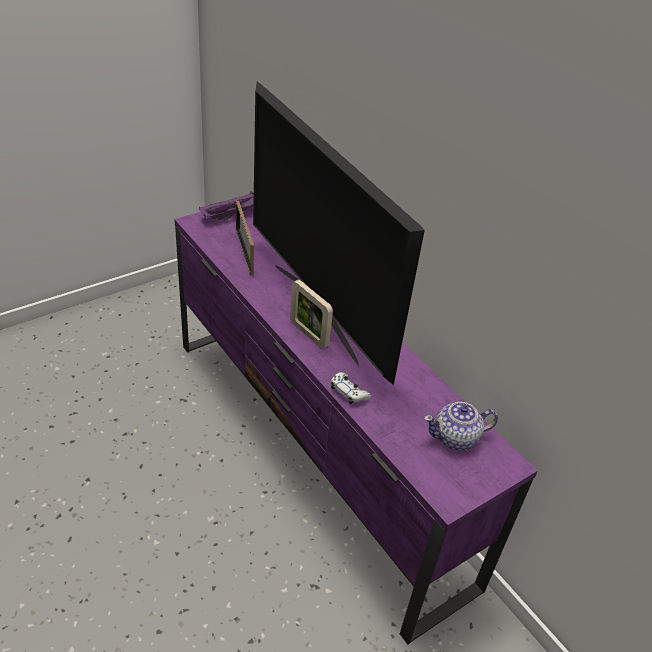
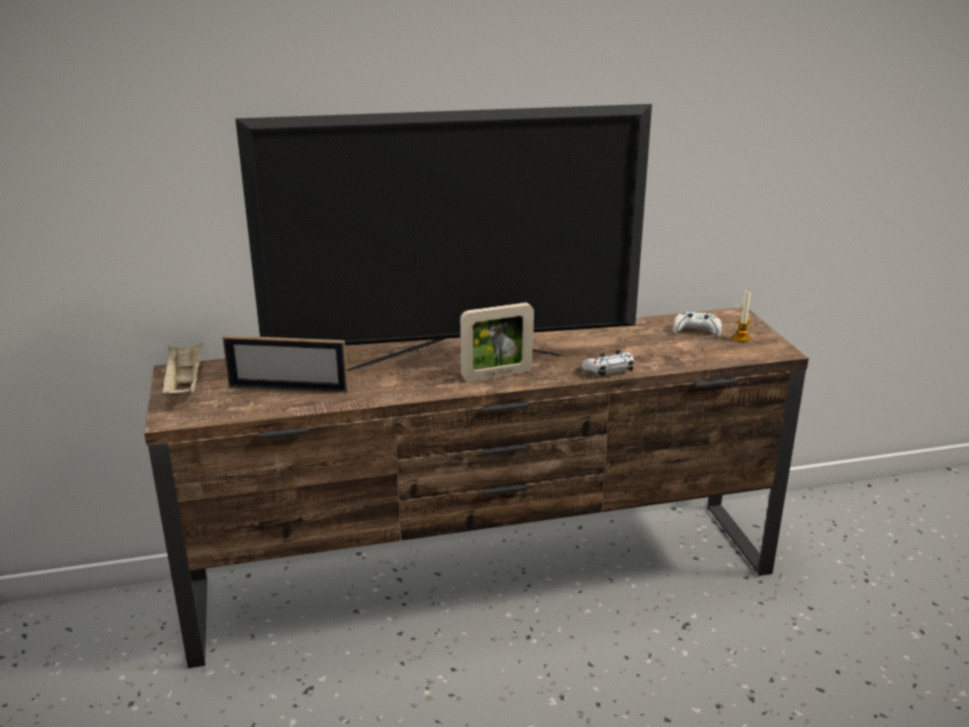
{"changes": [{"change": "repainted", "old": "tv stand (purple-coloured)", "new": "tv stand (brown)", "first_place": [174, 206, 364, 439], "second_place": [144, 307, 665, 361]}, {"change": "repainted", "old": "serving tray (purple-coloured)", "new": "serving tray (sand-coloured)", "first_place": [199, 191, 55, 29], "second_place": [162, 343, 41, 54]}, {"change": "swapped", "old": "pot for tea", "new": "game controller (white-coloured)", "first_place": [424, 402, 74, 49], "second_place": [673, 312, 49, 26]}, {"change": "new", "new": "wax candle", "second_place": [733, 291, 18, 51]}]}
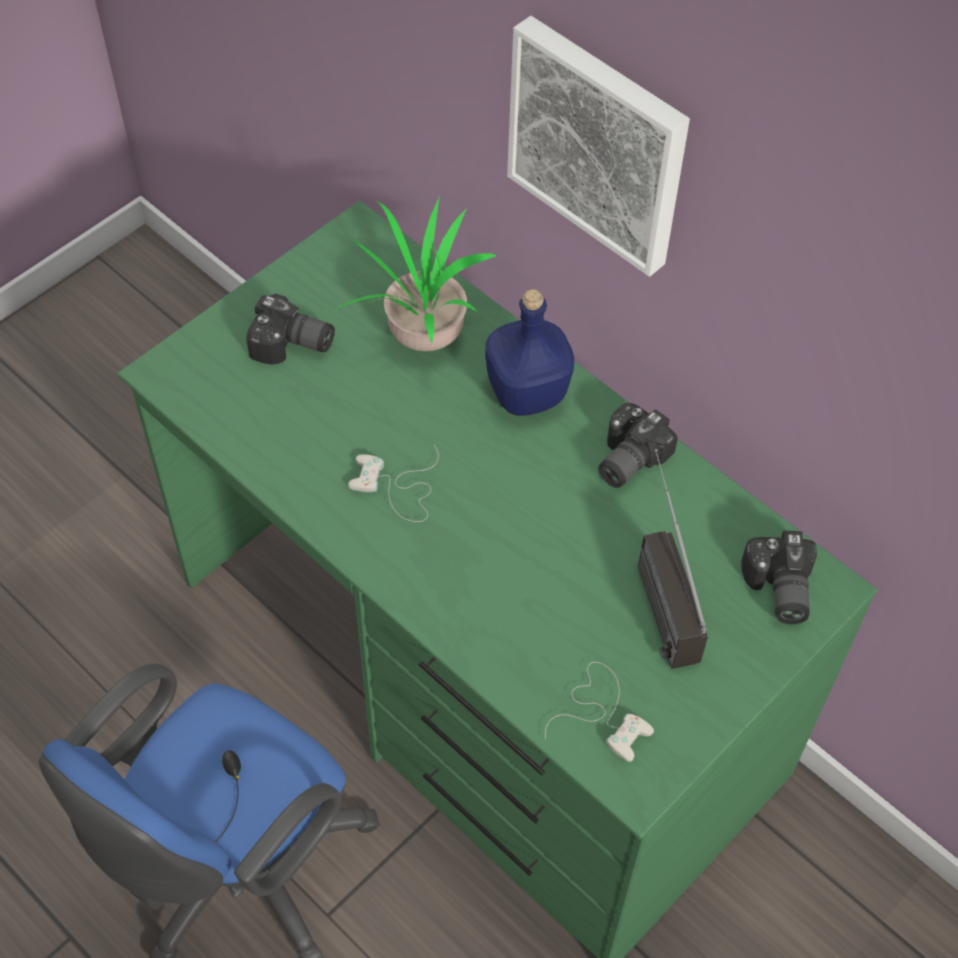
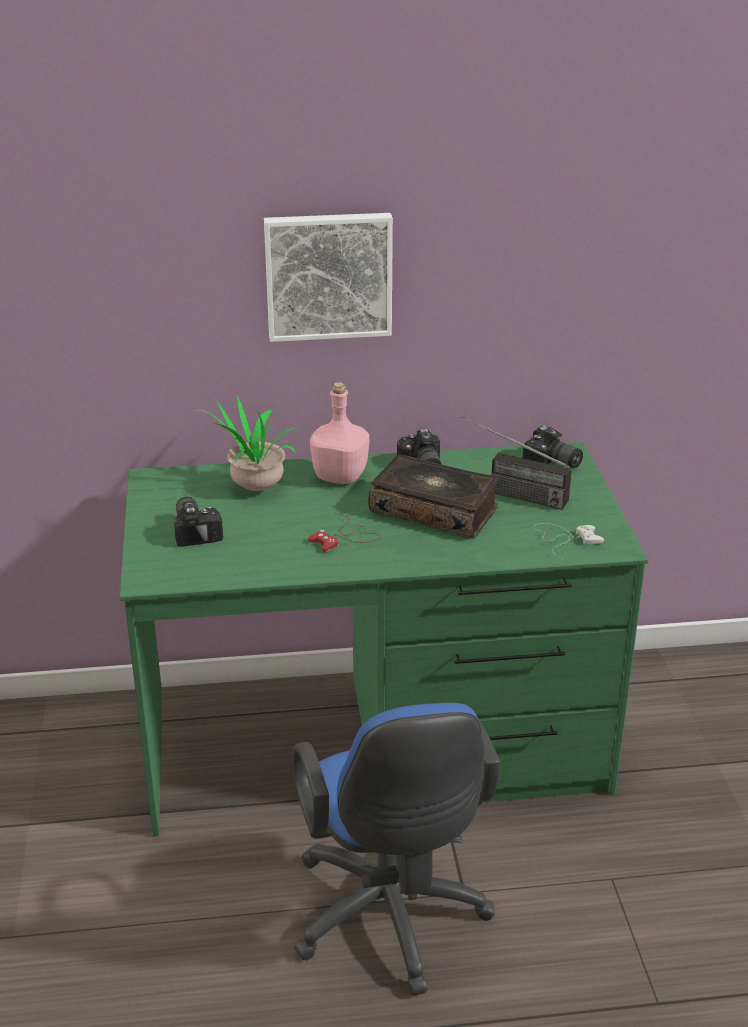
{"changes": [{"change": "rotated", "old": "still camera", "first_place": [246, 294, 89, 71], "second_place": [174, 497, 49, 50], "degrees": -75}, {"change": "repainted", "old": "game controller (white-coloured)", "new": "game controller (red-coloured)", "first_place": [348, 445, 91, 77], "second_place": [308, 513, 73, 39]}, {"change": "repainted", "old": "drink bottle (blue-coloured)", "new": "drink bottle (pinkish)", "first_place": [485, 289, 89, 127], "second_place": [310, 382, 59, 102]}, {"change": "new", "new": "book", "second_place": [368, 454, 131, 85]}]}
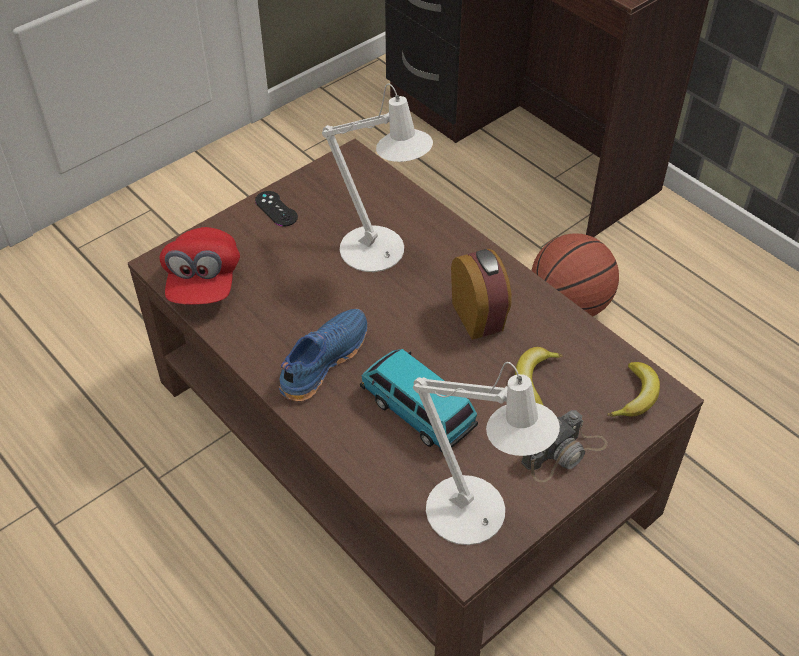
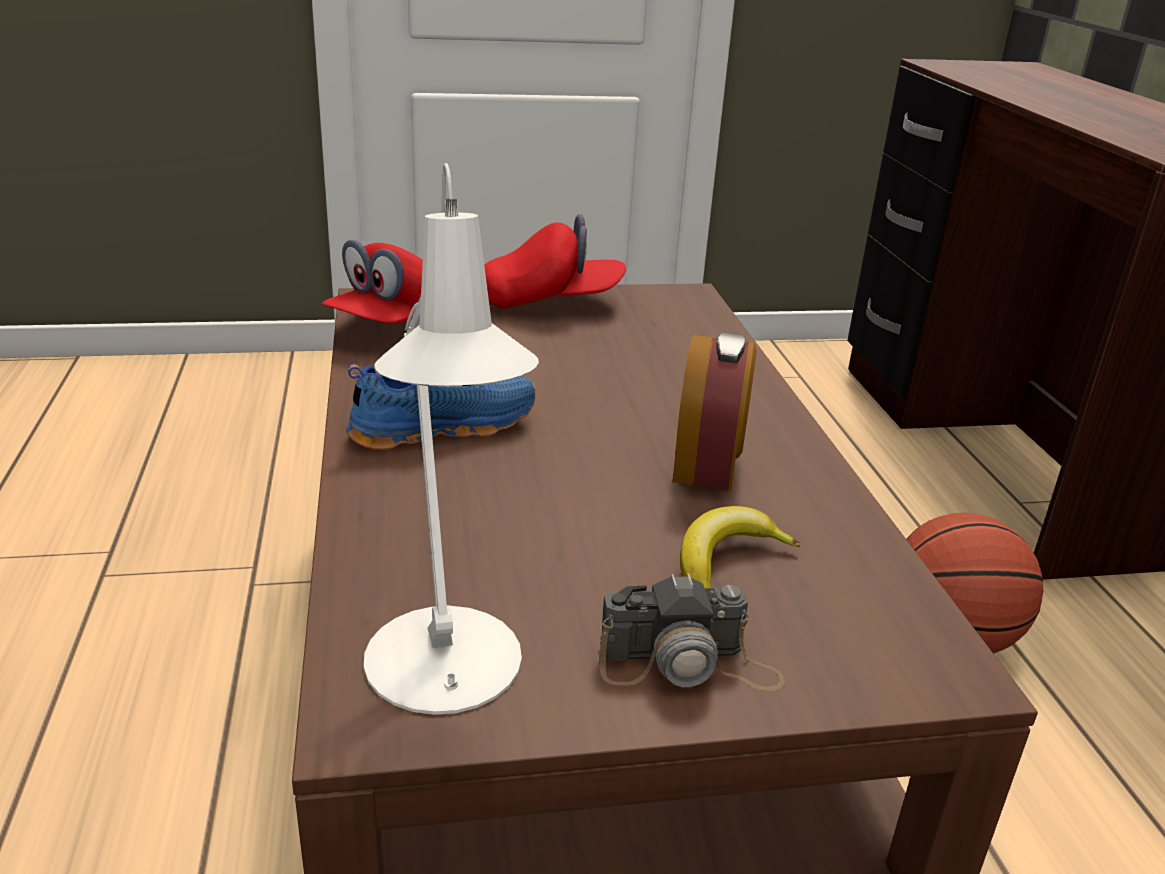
{"changes": [{"change": "swapped", "old": "game controller (black)", "new": "peaked cap (red-coloured)", "first_place": [255, 191, 43, 36], "second_place": [484, 214, 142, 95]}, {"change": "gone", "old": "lamp for a table (white-coloured)", "first_place": [322, 84, 111, 188]}, {"change": "gone", "old": "model car", "first_place": [360, 349, 118, 104]}, {"change": "gone", "old": "whole banana", "first_place": [607, 362, 53, 55]}]}
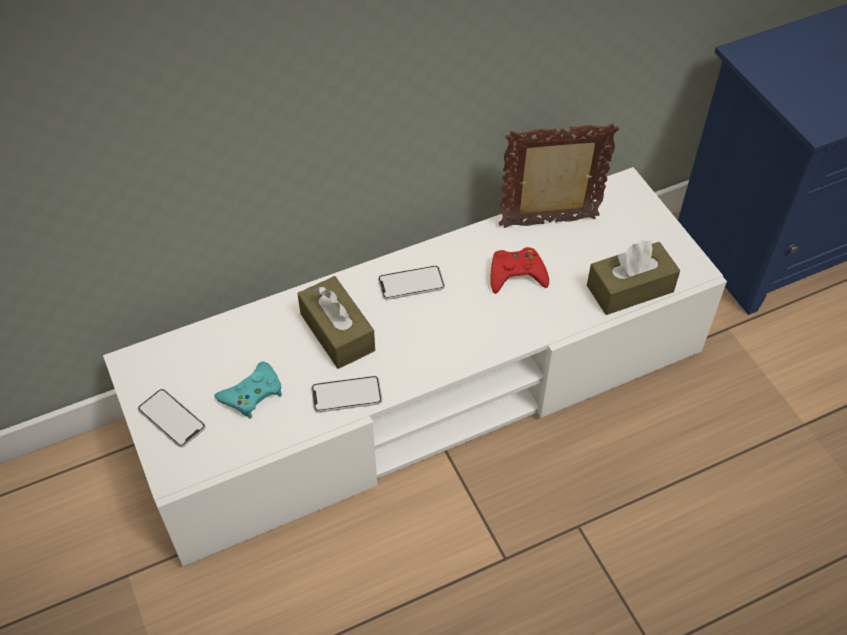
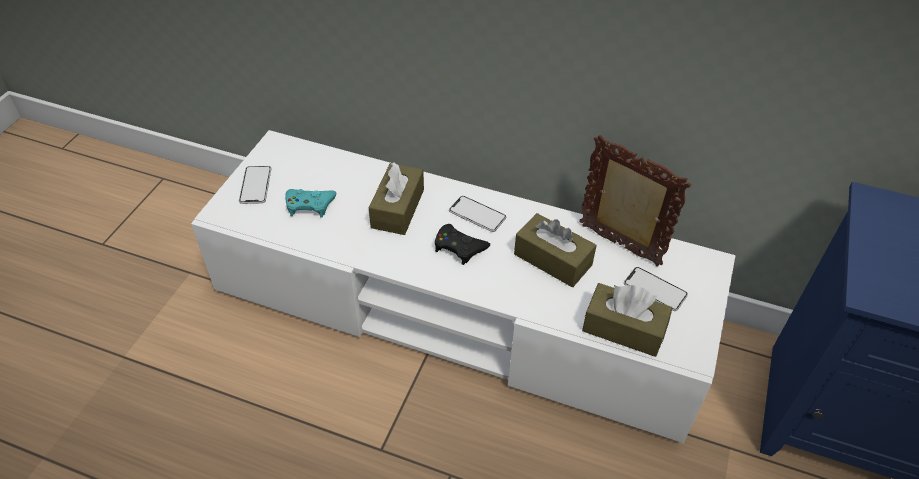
{"changes": [{"change": "new", "new": "game controller (black)", "second_place": [435, 224, 55, 41]}, {"change": "swapped", "old": "game controller (red-coloured)", "new": "tissue box (brown)", "first_place": [490, 247, 59, 47], "second_place": [514, 213, 83, 74]}, {"change": "shifted", "old": "handset", "first_place": [311, 376, 71, 36], "second_place": [624, 267, 64, 44]}]}
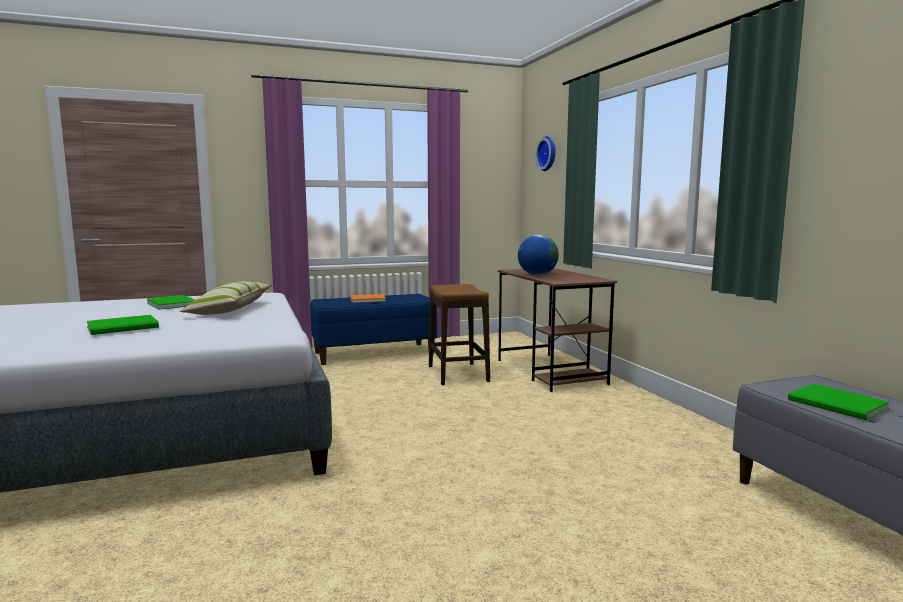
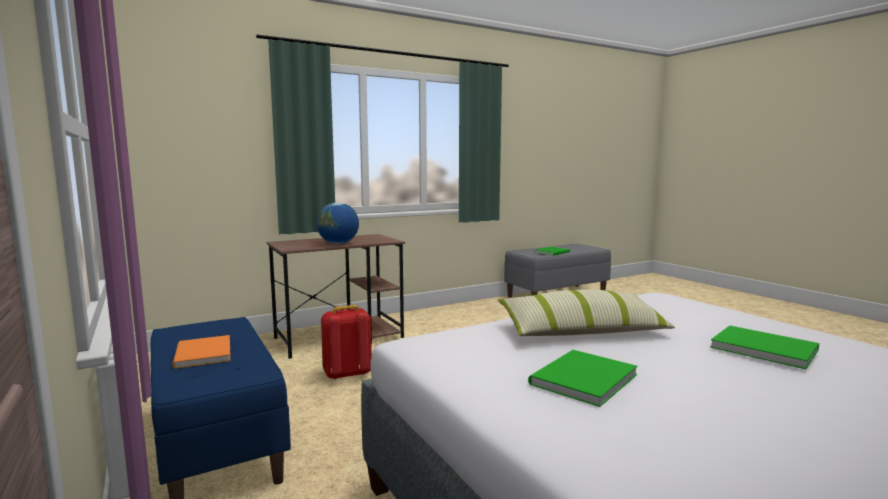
{"changes": [{"change": "swapped", "old": "sitting stool", "new": "rucksack (red-coloured)", "first_place": [429, 284, 61, 102], "second_place": [321, 305, 51, 75]}, {"change": "gone", "old": "wall clock", "first_place": [535, 136, 21, 35]}]}
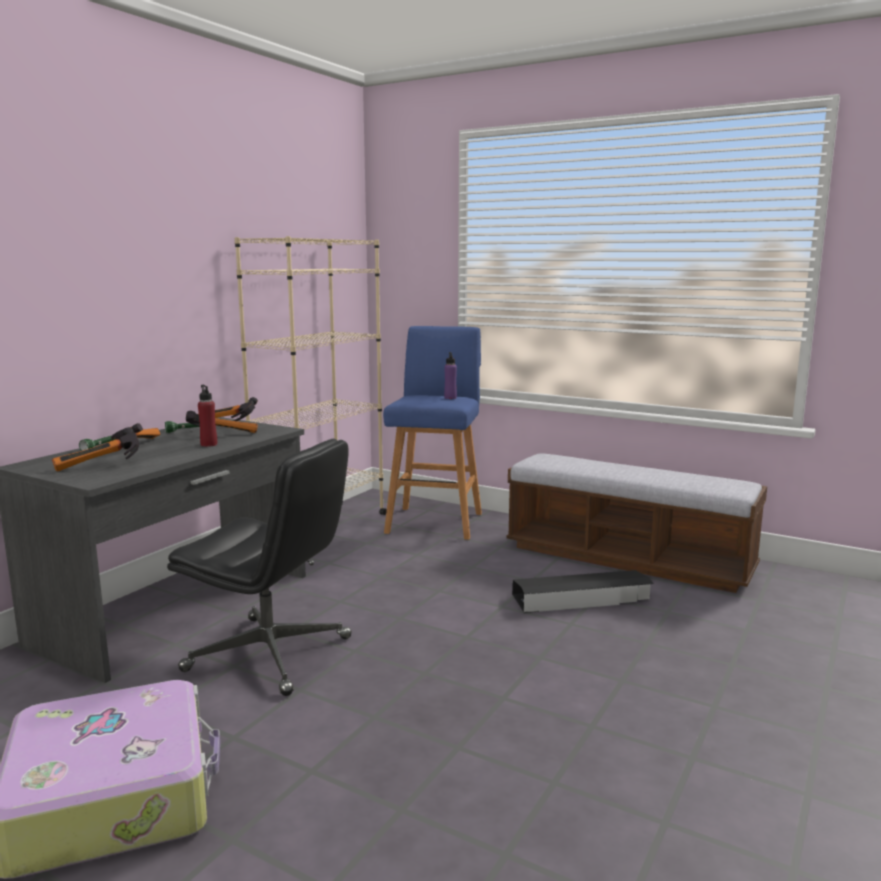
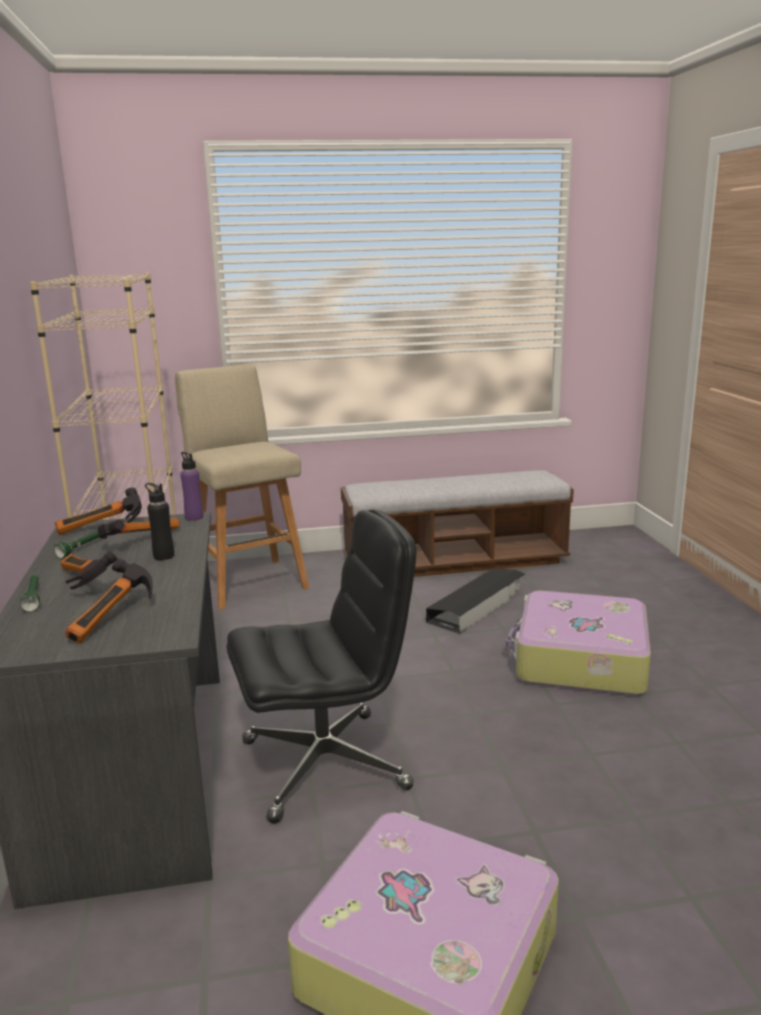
{"changes": [{"change": "repainted", "old": "drink bottle (red-coloured)", "new": "drink bottle (black)", "first_place": [198, 385, 19, 62], "second_place": [145, 483, 29, 77]}, {"change": "repainted", "old": "sitting stool (blue-coloured)", "new": "sitting stool (sand-coloured)", "first_place": [383, 326, 99, 214], "second_place": [175, 365, 134, 245]}, {"change": "shifted", "old": "drink bottle (purple-coloured)", "first_place": [444, 352, 13, 47], "second_place": [180, 452, 23, 69]}, {"change": "new", "new": "suitcase", "second_place": [506, 591, 145, 104]}]}
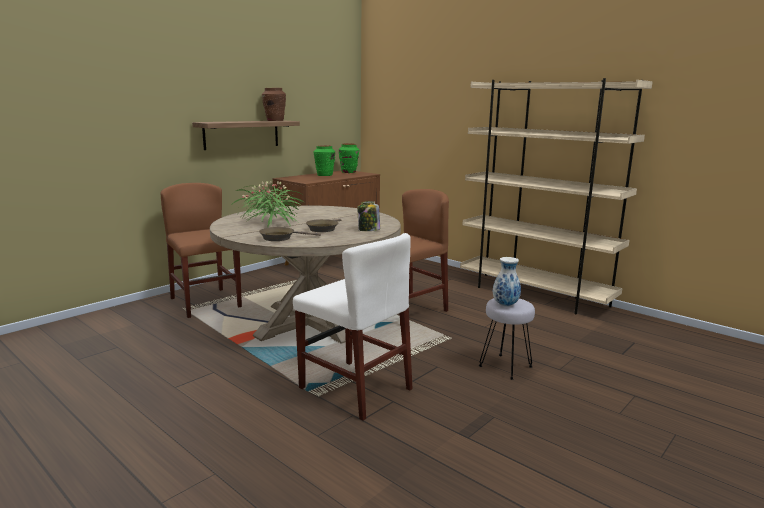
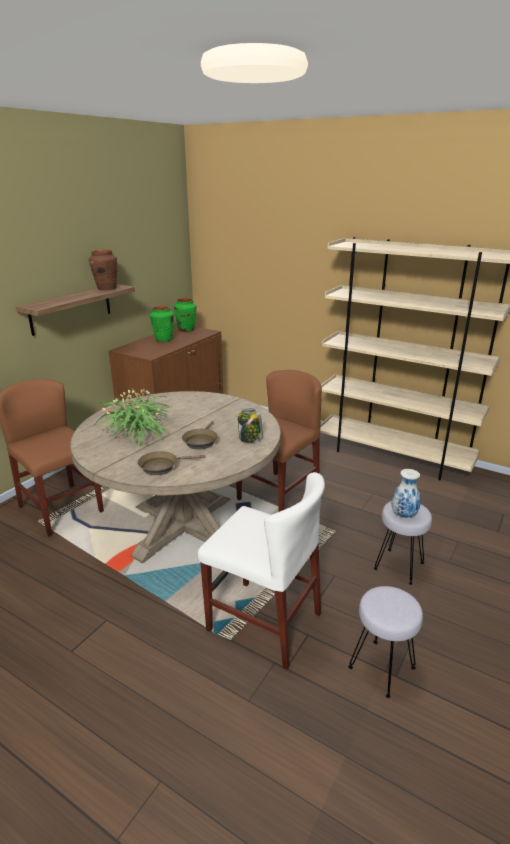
{"changes": [{"change": "new", "new": "sitting stool (grey)", "second_place": [348, 586, 75, 112]}]}
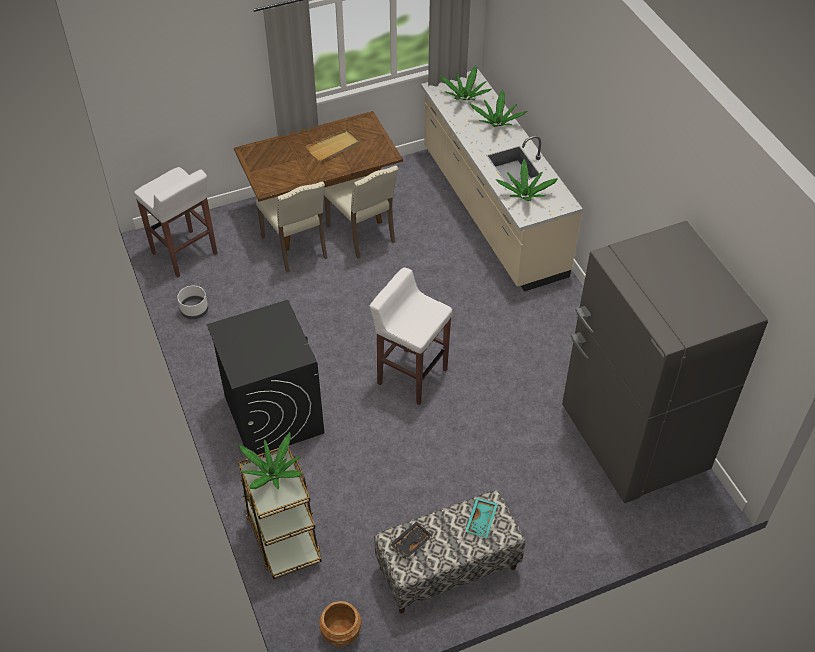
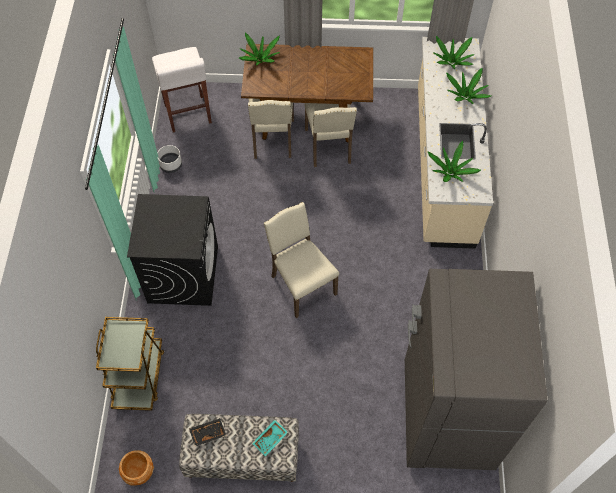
{"changes": [{"change": "shifted", "old": "potted plant", "first_place": [239, 432, 64, 57], "second_place": [239, 32, 41, 34]}, {"change": "swapped", "old": "sitting stool (white-coloured)", "new": "plain chair (sand-coloured)", "first_place": [370, 267, 82, 138], "second_place": [264, 202, 75, 116]}, {"change": "gone", "old": "serving tray (sand-coloured)", "first_place": [306, 128, 54, 33]}]}
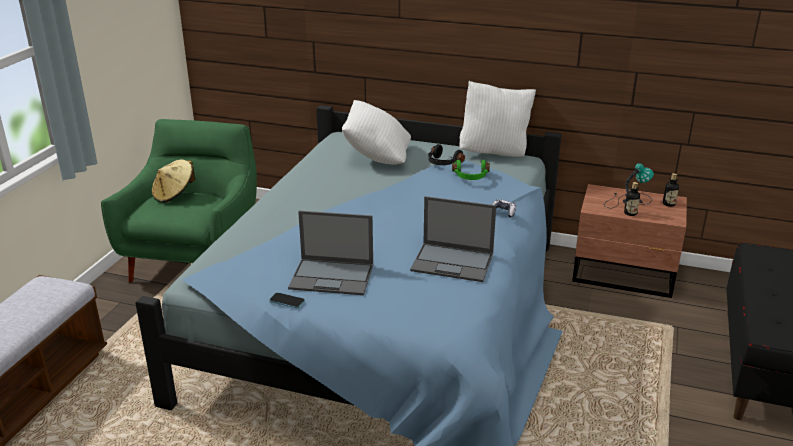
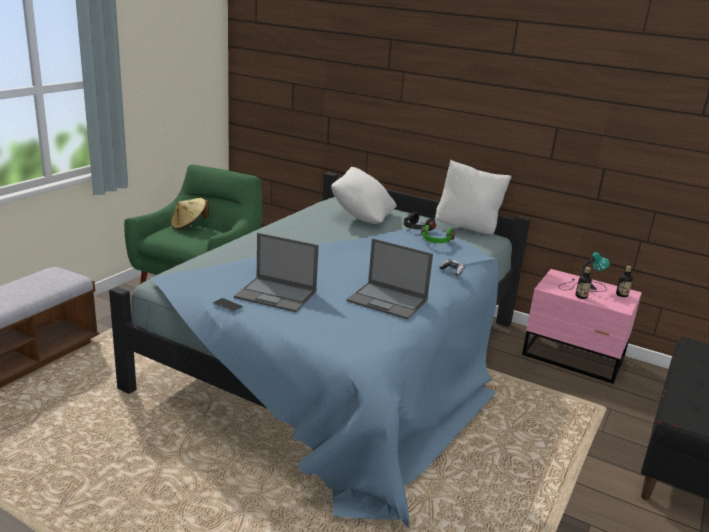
{"changes": [{"change": "repainted", "old": "nightstand (brown)", "new": "nightstand (pinkish)", "first_place": [572, 184, 115, 114], "second_place": [522, 269, 120, 115]}]}
